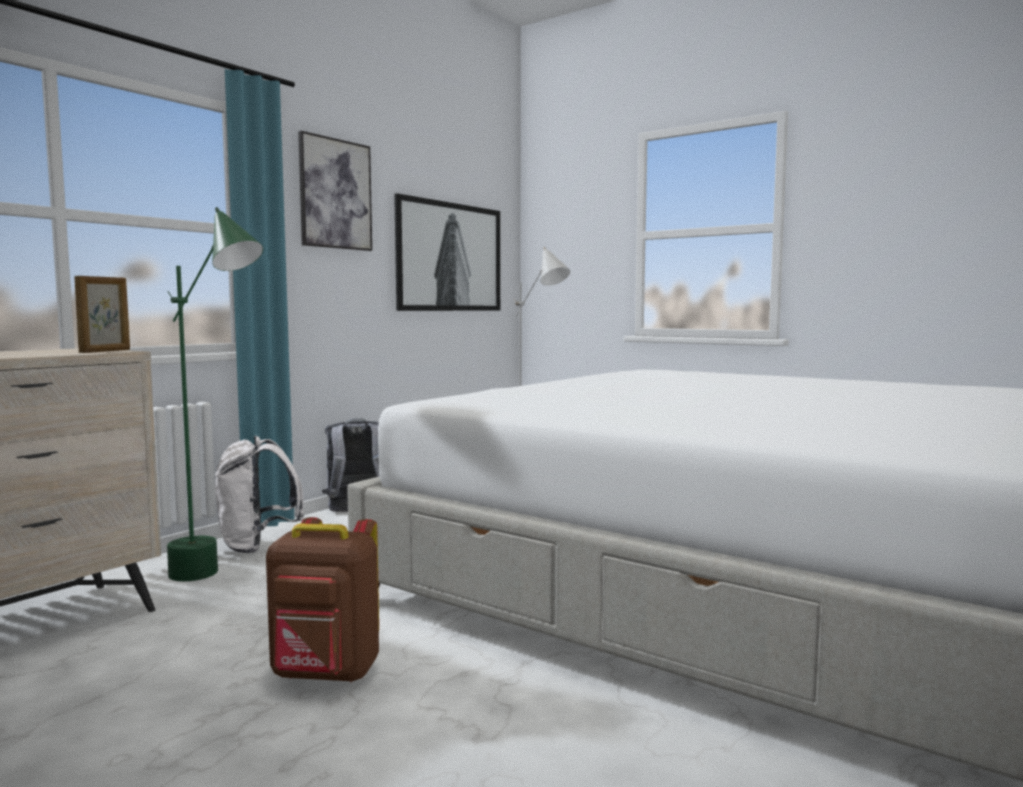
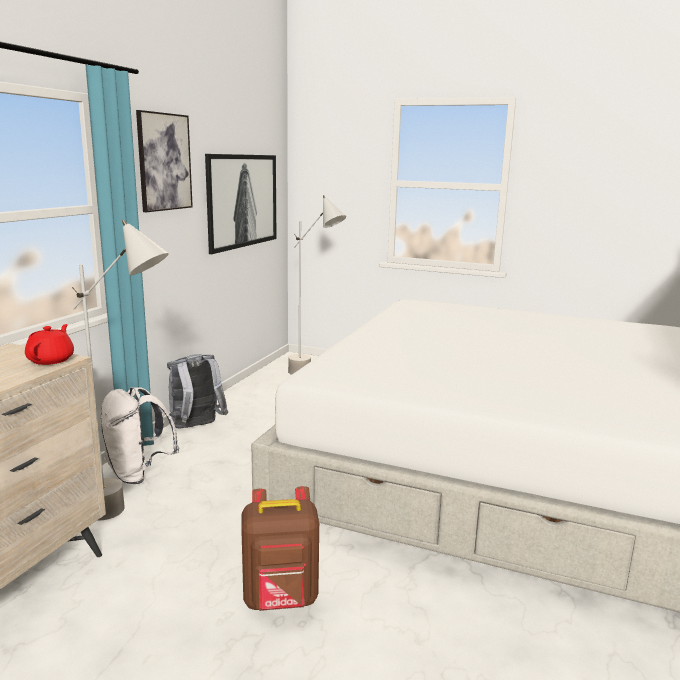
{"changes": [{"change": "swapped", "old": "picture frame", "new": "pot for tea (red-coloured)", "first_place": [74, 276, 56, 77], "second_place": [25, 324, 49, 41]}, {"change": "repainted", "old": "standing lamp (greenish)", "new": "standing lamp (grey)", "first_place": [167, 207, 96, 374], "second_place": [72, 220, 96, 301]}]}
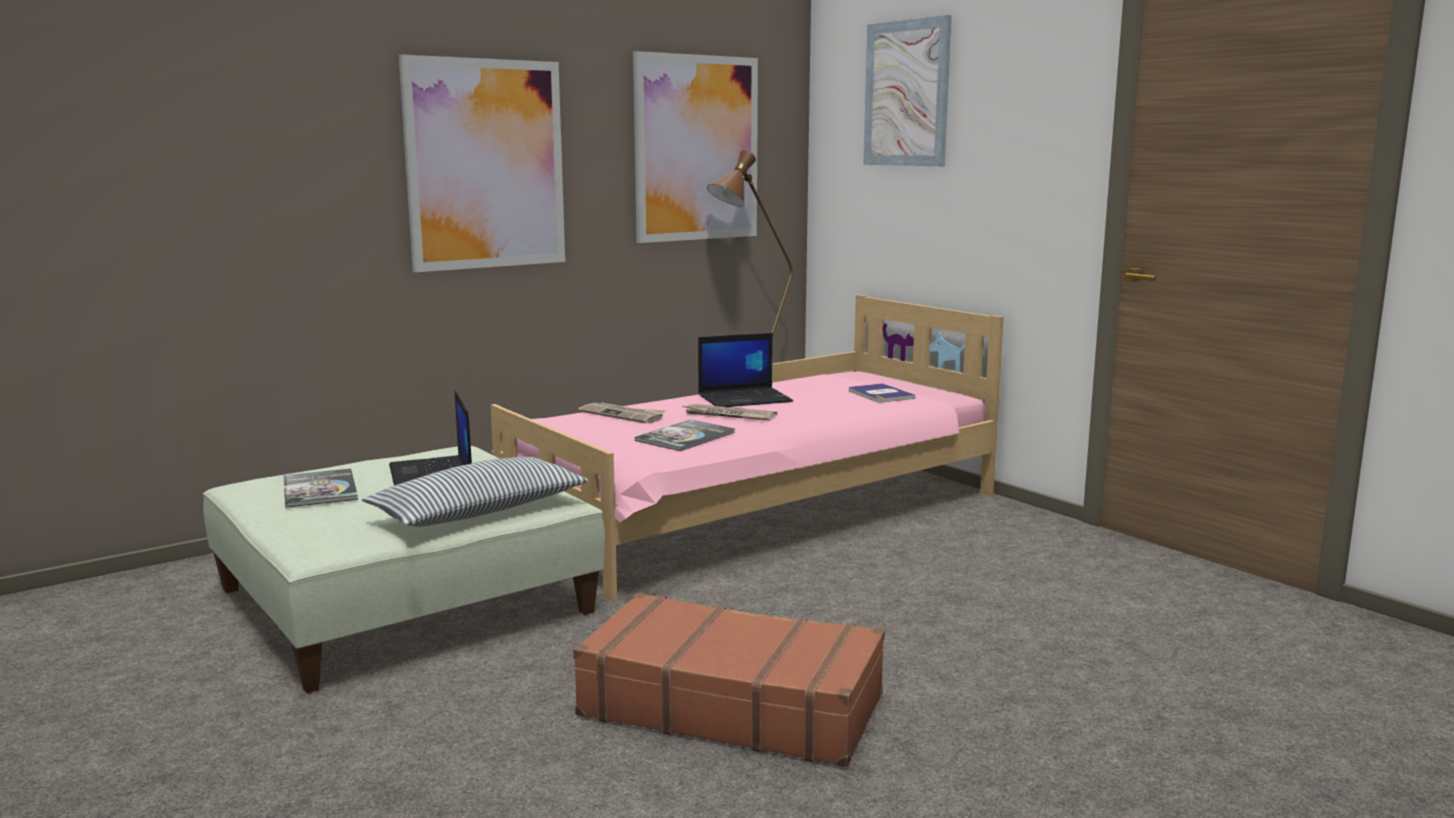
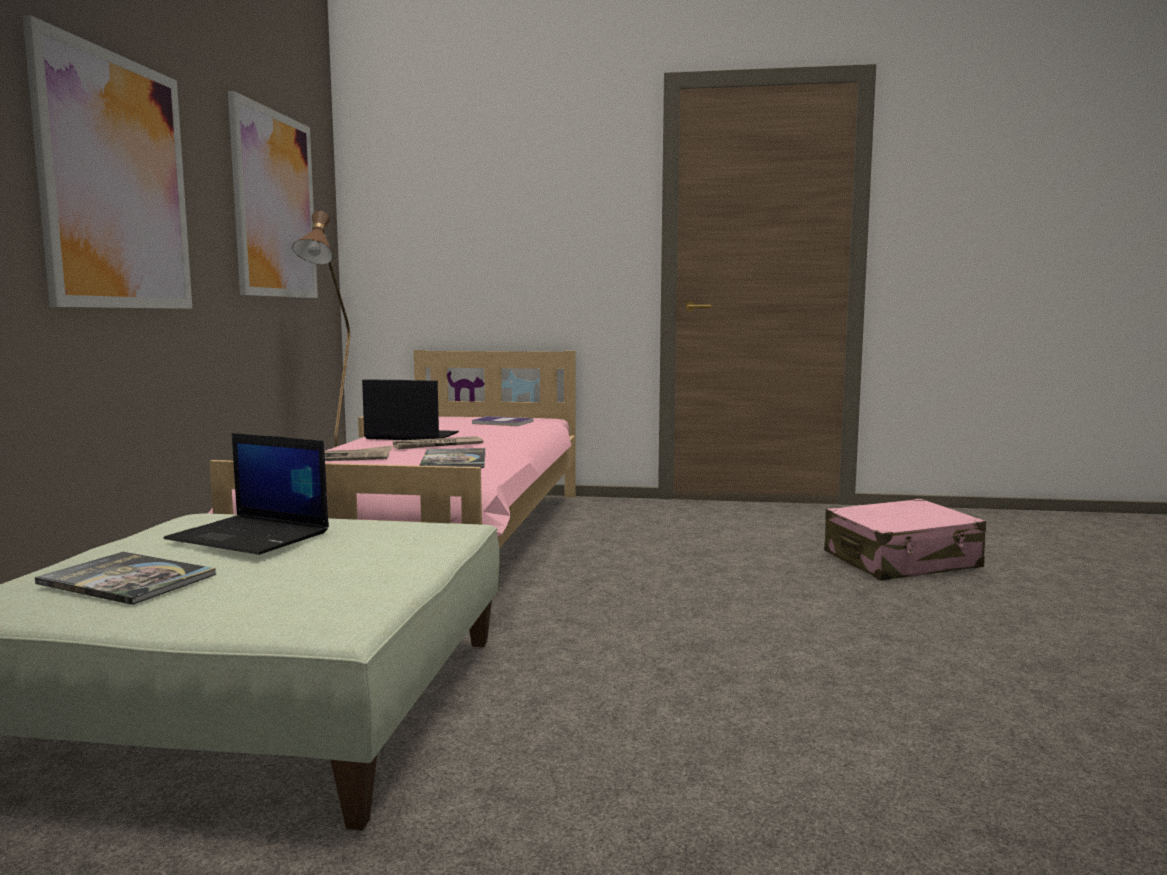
{"changes": [{"change": "rotated", "old": "portable computer", "first_place": [698, 333, 95, 74], "second_place": [362, 379, 97, 61], "degrees": -105}, {"change": "new", "new": "suitcase (pinkish)", "second_place": [824, 499, 162, 82]}, {"change": "gone", "old": "cushion", "first_place": [362, 457, 226, 70]}, {"change": "gone", "old": "suitcase (brown)", "first_place": [573, 593, 312, 174]}, {"change": "gone", "old": "picture", "first_place": [863, 15, 89, 151]}]}
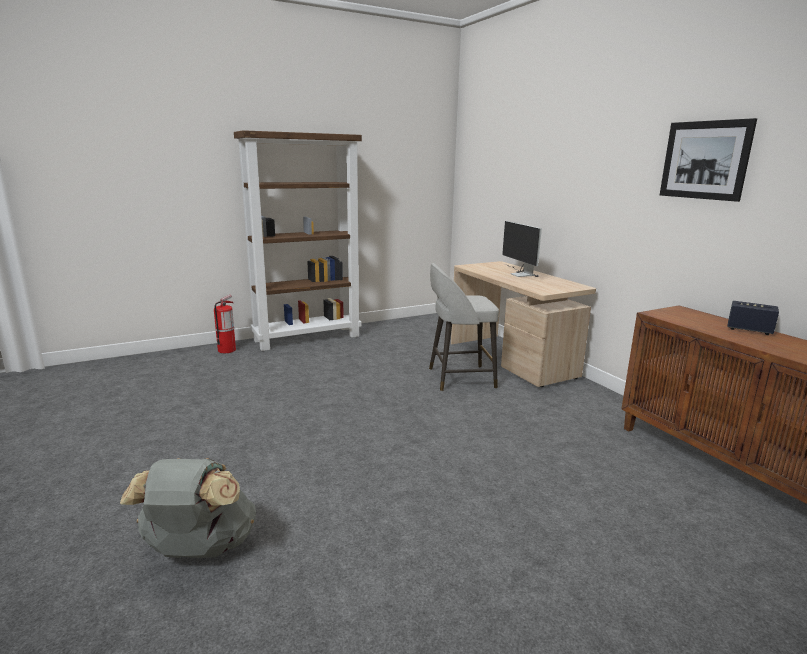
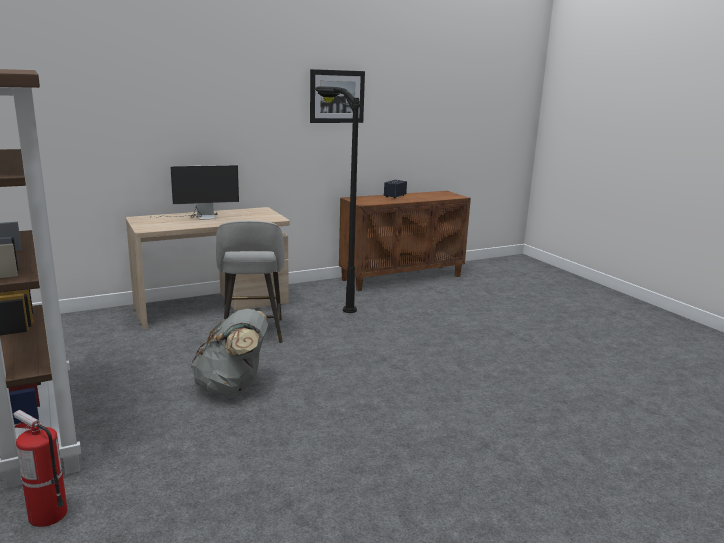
{"changes": [{"change": "shifted", "old": "rucksack (grey)", "first_place": [120, 458, 136, 100], "second_place": [191, 309, 77, 86]}, {"change": "new", "new": "standing lamp (black)", "second_place": [314, 87, 47, 226]}]}
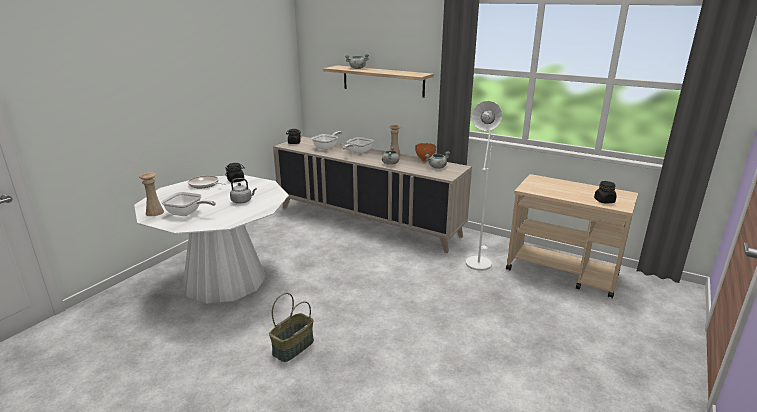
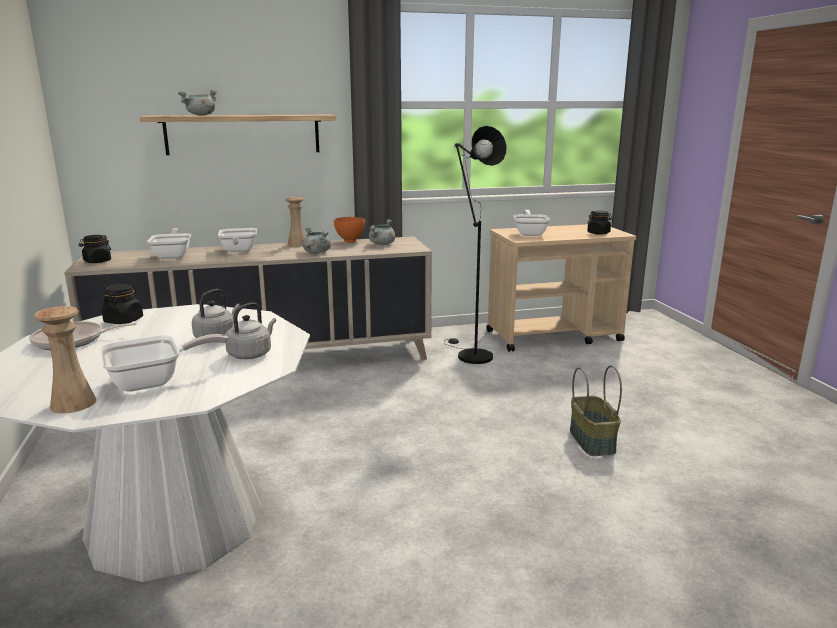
{"changes": [{"change": "new", "new": "water kettle (grey)", "second_place": [225, 302, 51, 57]}, {"change": "repainted", "old": "standing lamp (white-coloured)", "new": "standing lamp (black)", "first_place": [466, 101, 36, 170], "second_place": [444, 126, 62, 238]}, {"change": "new", "new": "pan", "second_place": [513, 210, 37, 26]}, {"change": "shifted", "old": "household basket", "first_place": [269, 293, 45, 69], "second_place": [570, 365, 52, 91]}]}
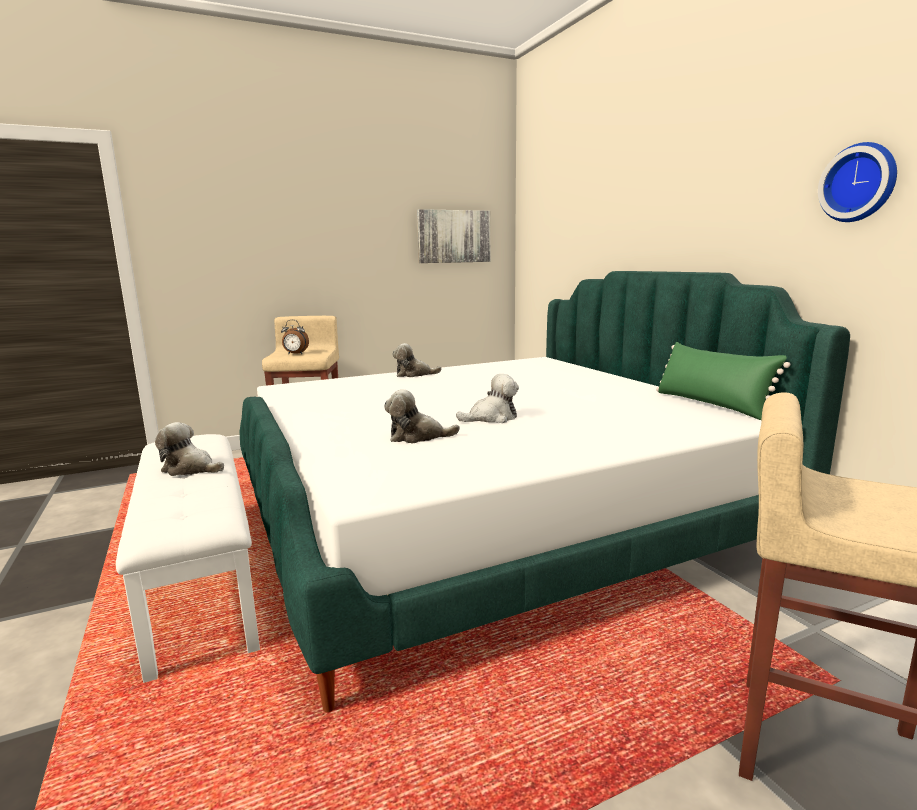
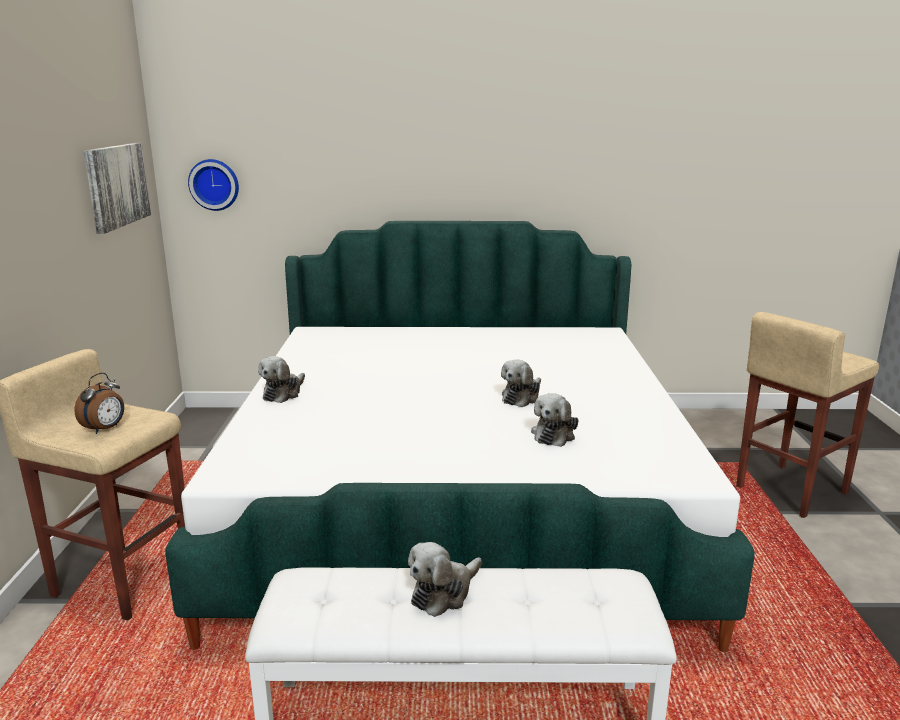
{"changes": [{"change": "shifted", "old": "wall clock", "first_place": [818, 142, 79, 80], "second_place": [188, 159, 51, 52]}, {"change": "rotated", "old": "cuddly toy", "first_place": [456, 374, 63, 49], "second_place": [501, 359, 40, 48], "degrees": -150}, {"change": "gone", "old": "cushion (greenish)", "first_place": [656, 342, 134, 78]}]}
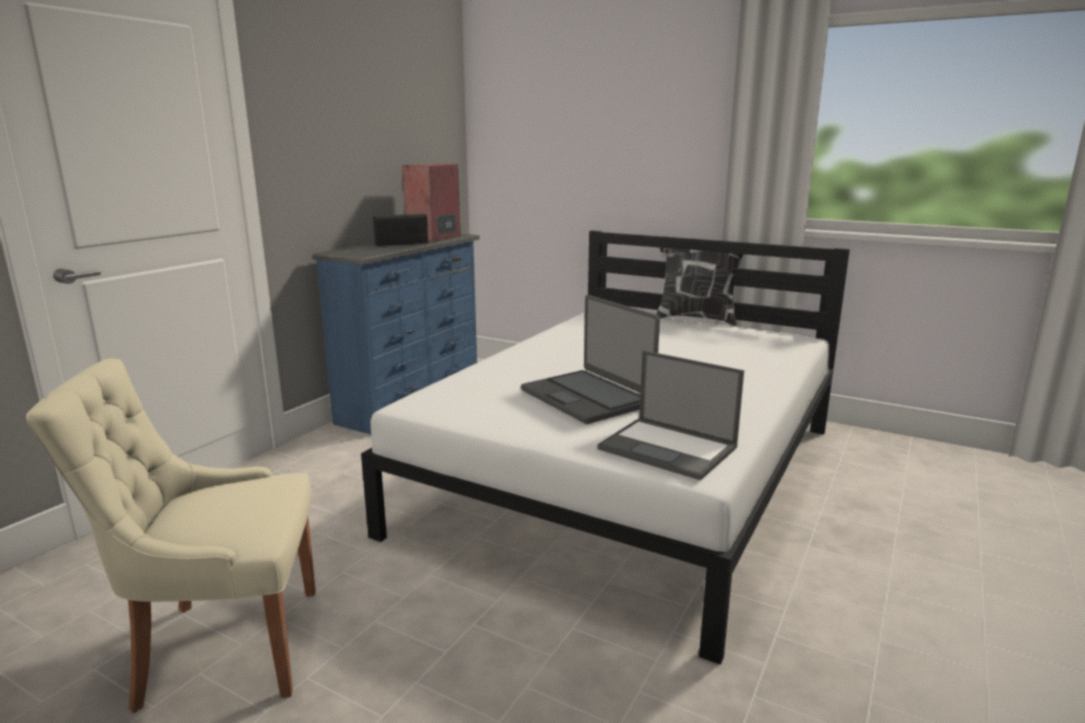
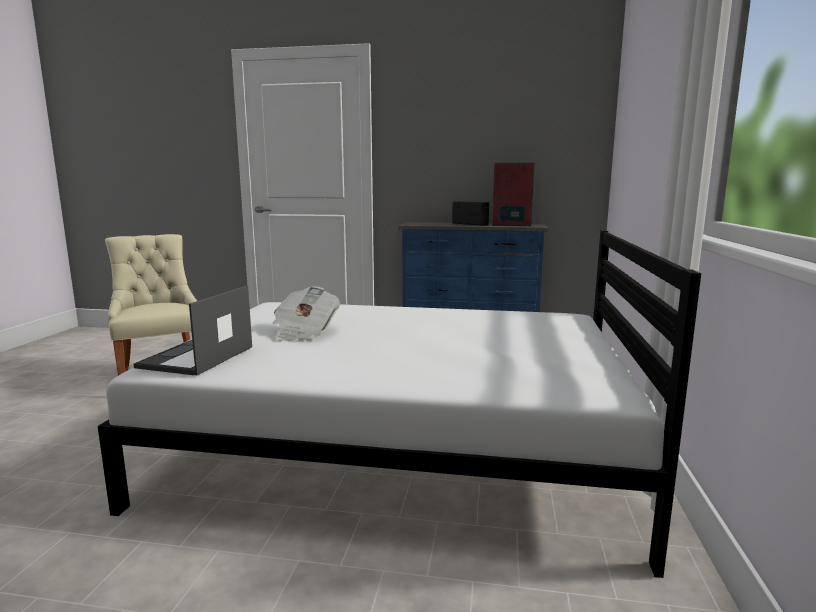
{"changes": [{"change": "swapped", "old": "portable computer", "new": "daily paper", "first_place": [521, 295, 139, 129], "second_place": [273, 286, 67, 55]}, {"change": "gone", "old": "cushion", "first_place": [656, 248, 87, 78]}]}
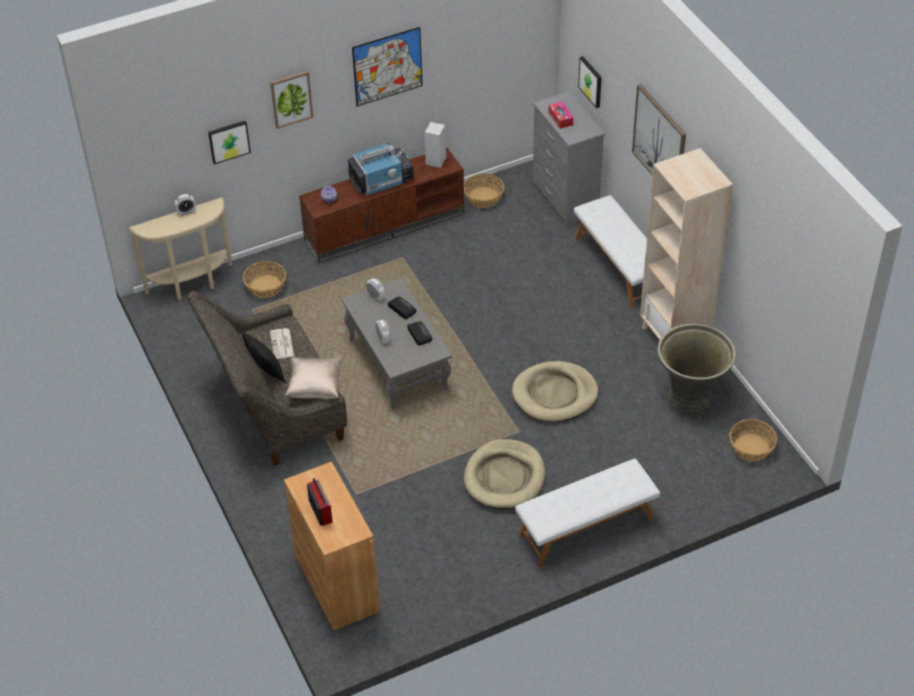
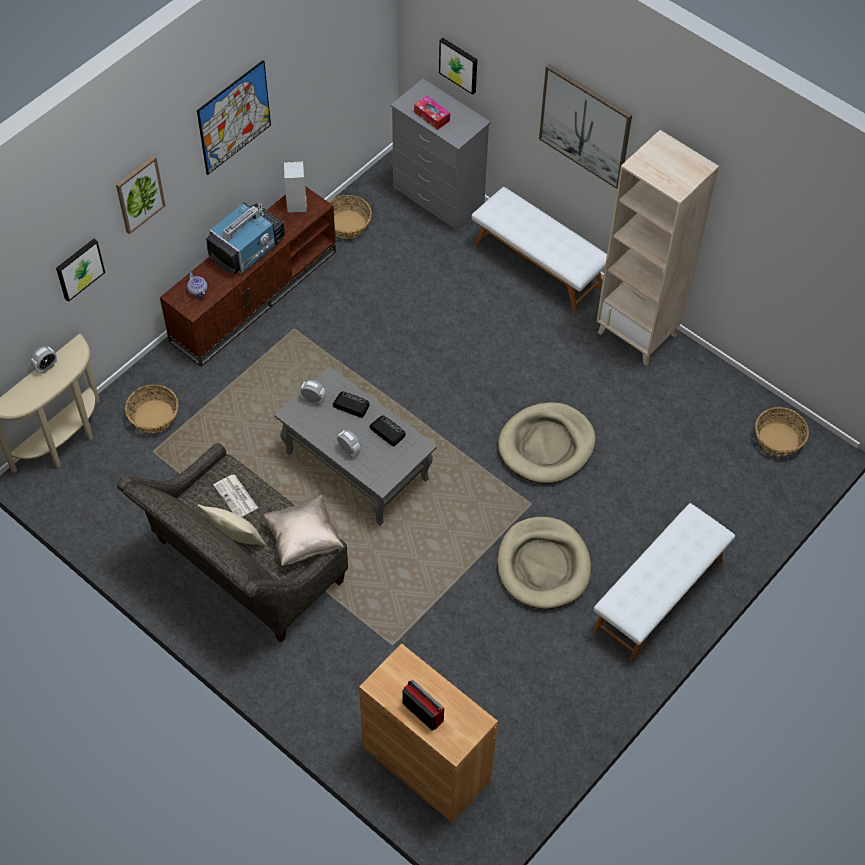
{"changes": [{"change": "repainted", "old": "cushion (black)", "new": "cushion (sand-coloured)", "first_place": [240, 330, 46, 53], "second_place": [198, 504, 68, 42]}, {"change": "gone", "old": "flower pot (grey)", "first_place": [658, 323, 78, 90]}]}
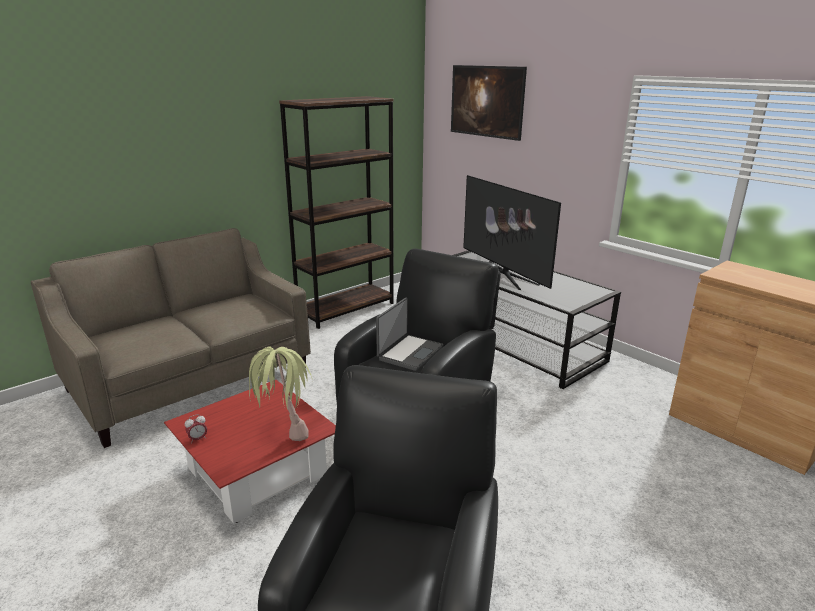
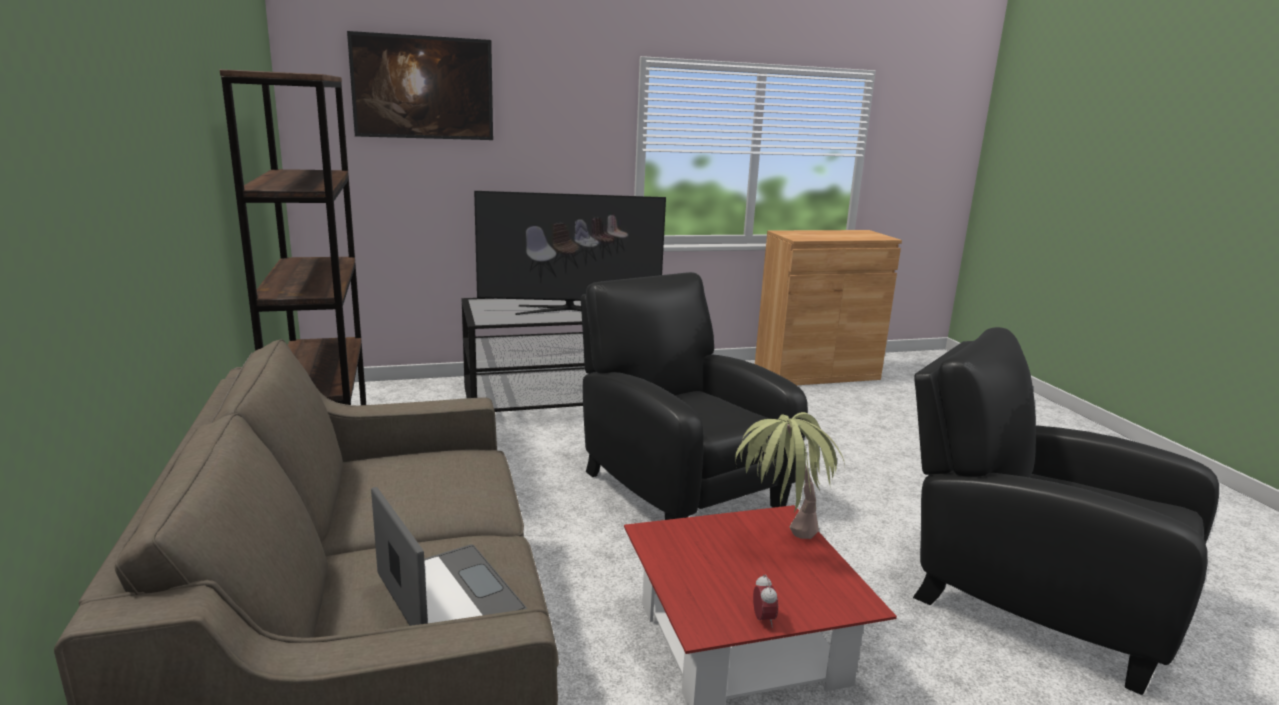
{"changes": [{"change": "shifted", "old": "portable computer", "first_place": [376, 298, 67, 73], "second_place": [371, 487, 156, 139]}]}
